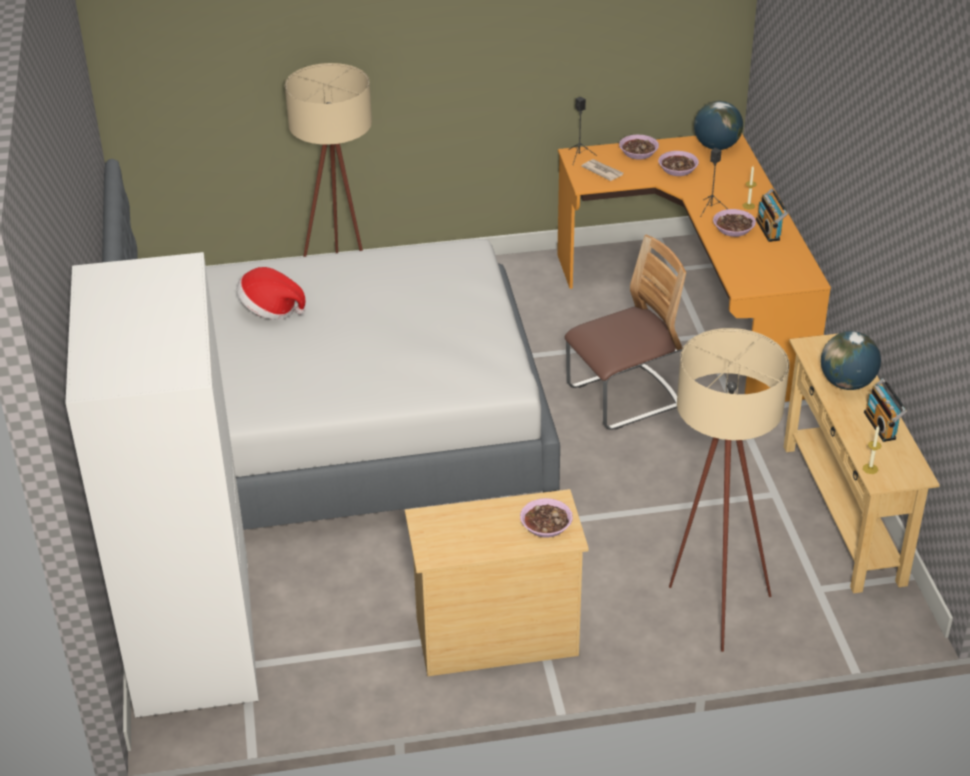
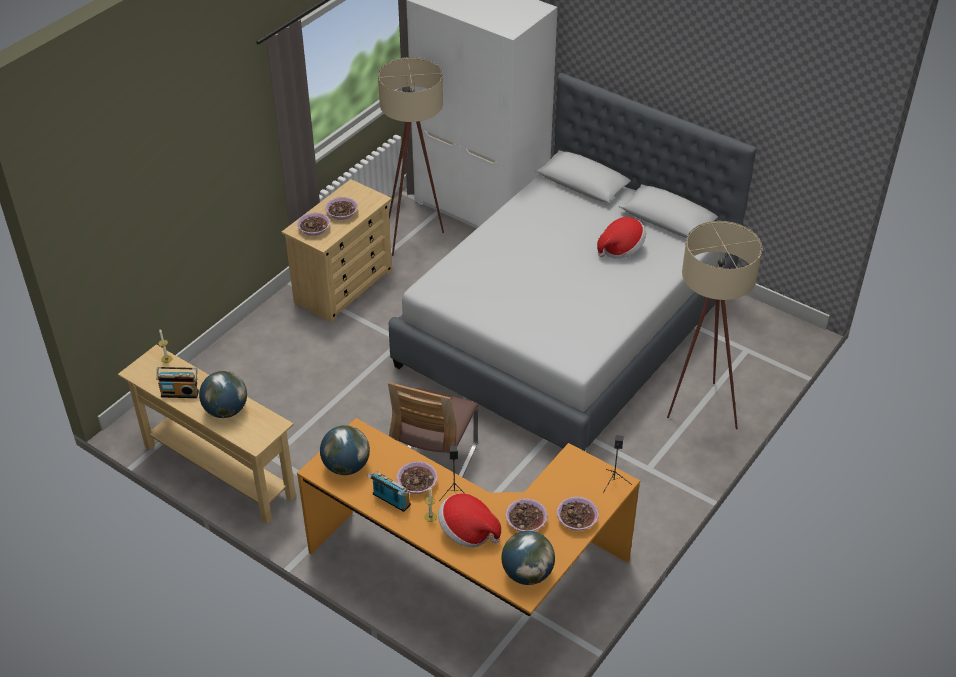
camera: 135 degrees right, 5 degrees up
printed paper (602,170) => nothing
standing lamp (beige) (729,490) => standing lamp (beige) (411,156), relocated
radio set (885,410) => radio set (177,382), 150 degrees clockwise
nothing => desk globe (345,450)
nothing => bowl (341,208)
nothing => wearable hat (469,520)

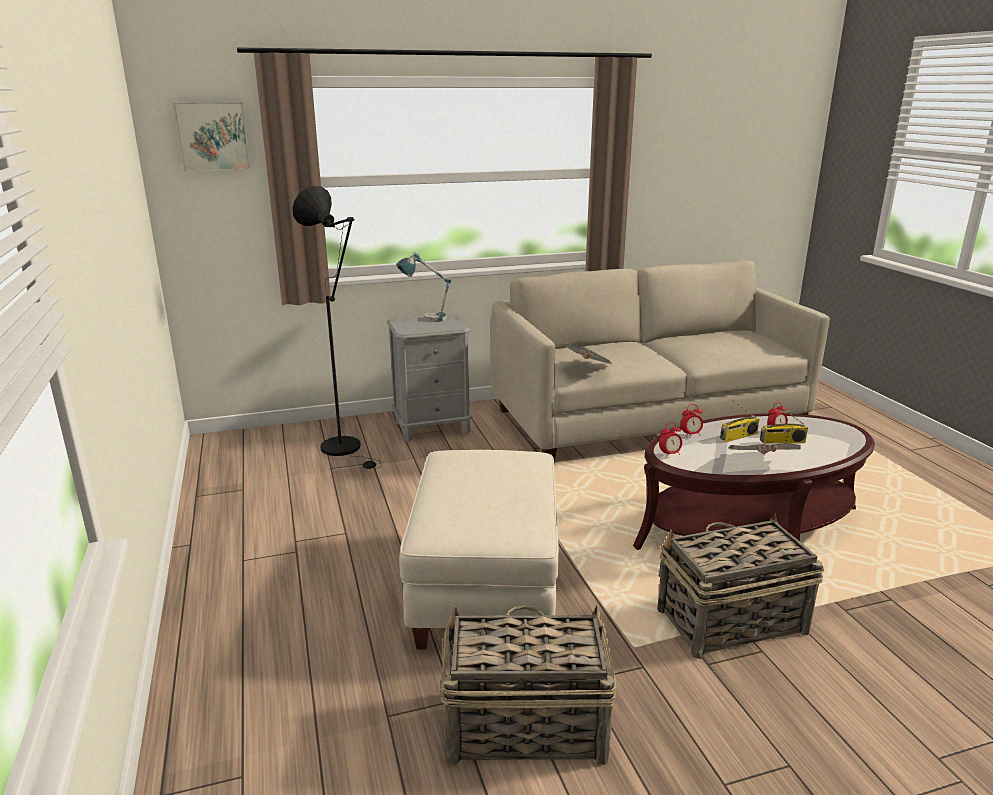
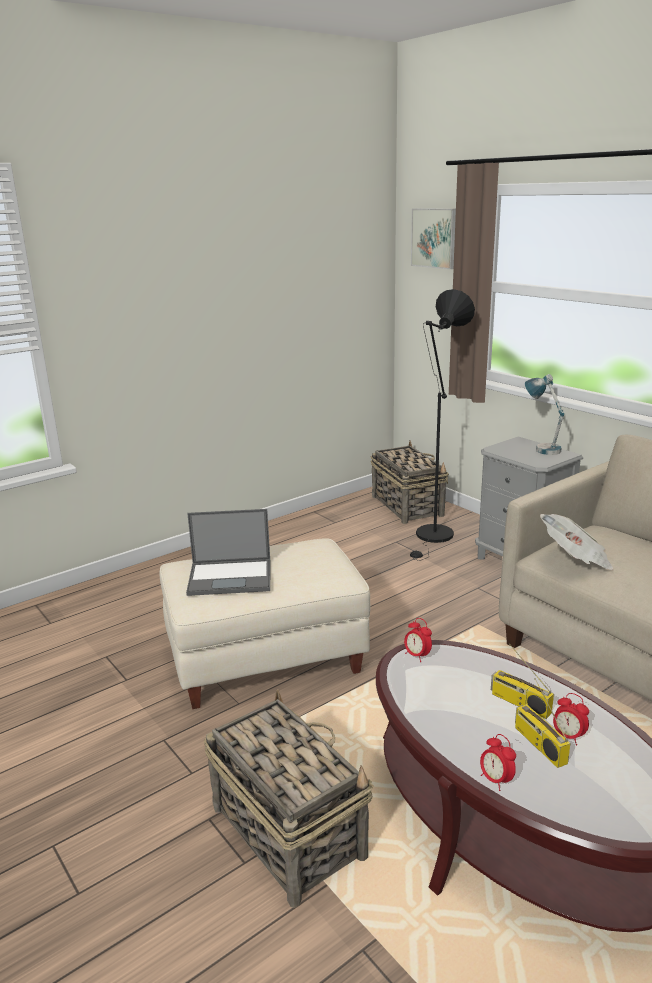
camera: 70 degrees right, 0 degrees up
basket (529,685) => basket (410,482), relocated
bedside clock (692,420) => bedside clock (498,762), relocated
printed paper (764,448) => nothing
nothing => portable computer (228,552)

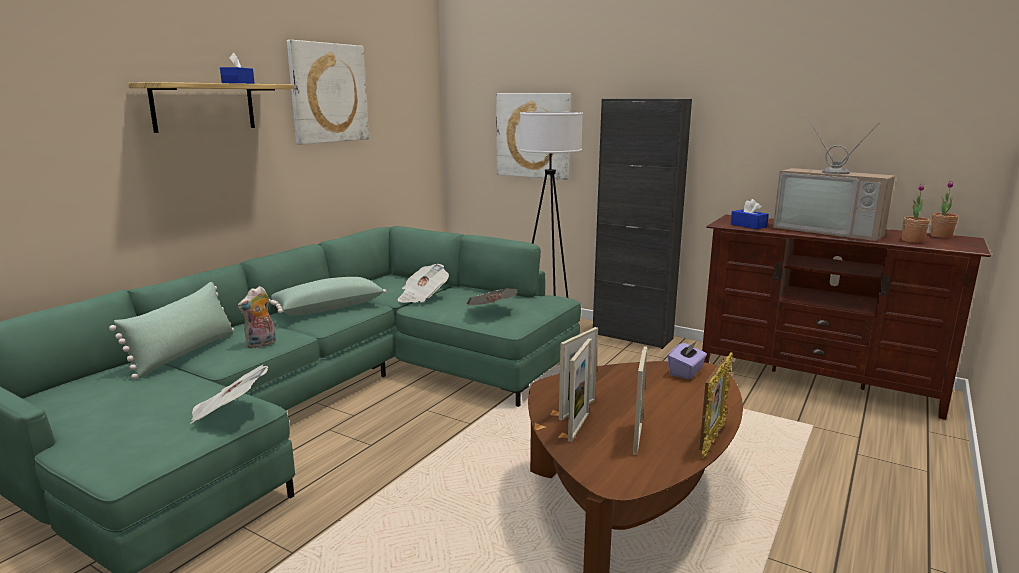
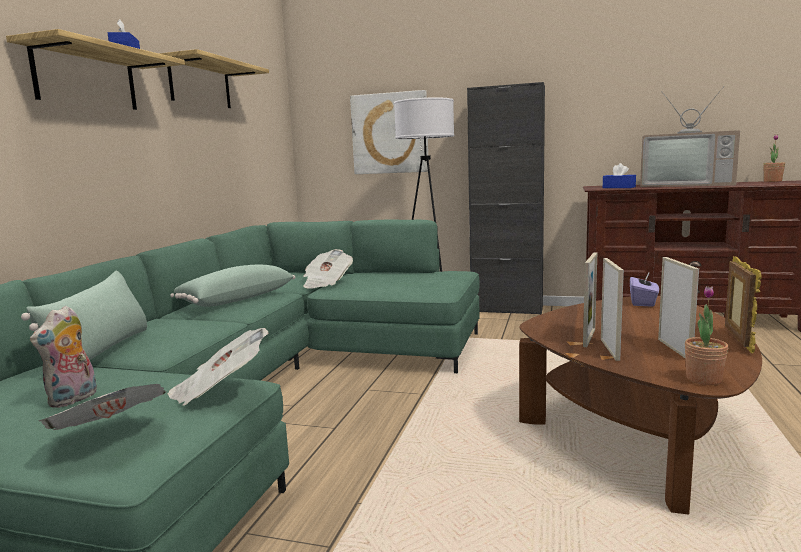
camera: 15 degrees left, 5 degrees down
soft toy (257,317) => soft toy (63,356), relocated
picture (328,92) => wall shelf (213,78)
printed paper (492,297) => printed paper (102,407), relocated
potted plant (916,213) => potted plant (707,335), relocated

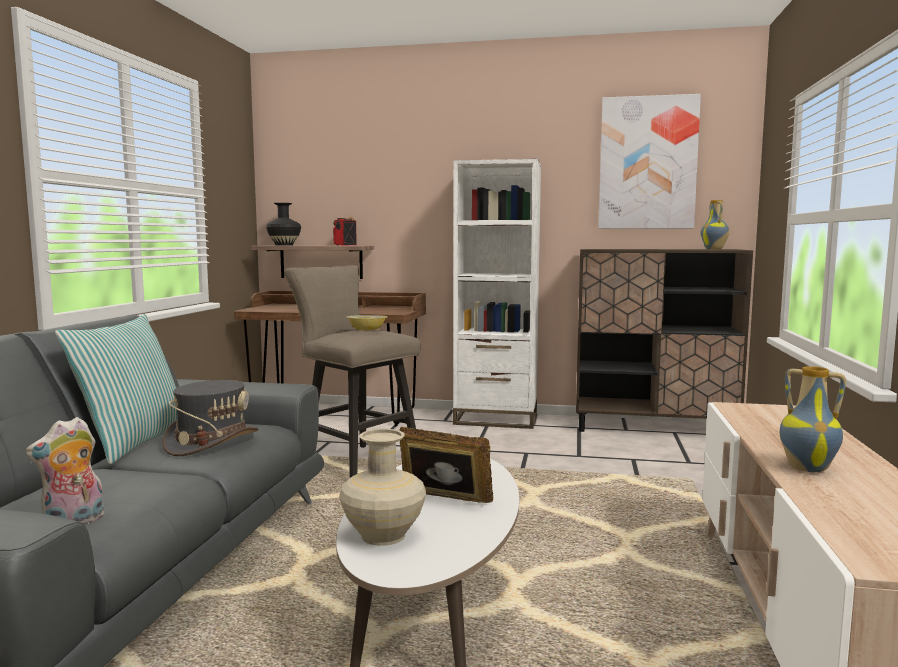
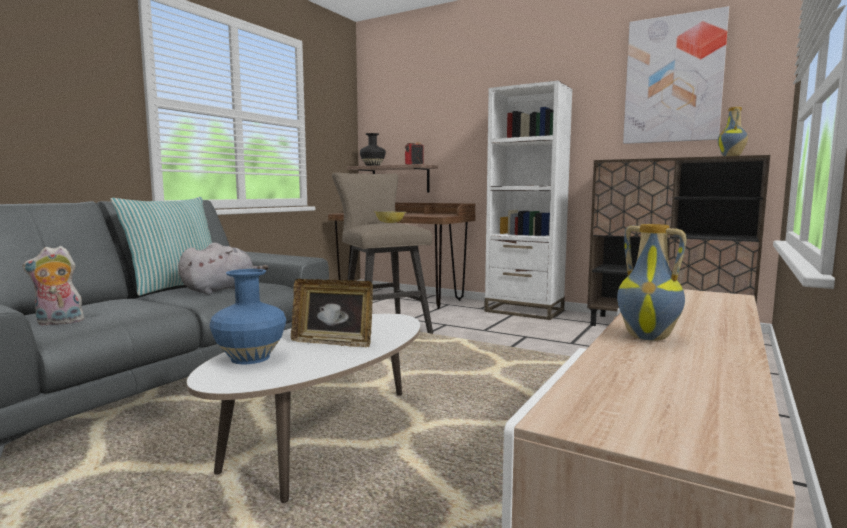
camera: 20 degrees right, 0 degrees up
wearable hat (greyish) (210,418) => soft toy (greyish) (223,269)
vase (beige) (382,487) => vase (bluish) (247,316)
standing frame (446,465) => standing frame (332,313), 150 degrees clockwise

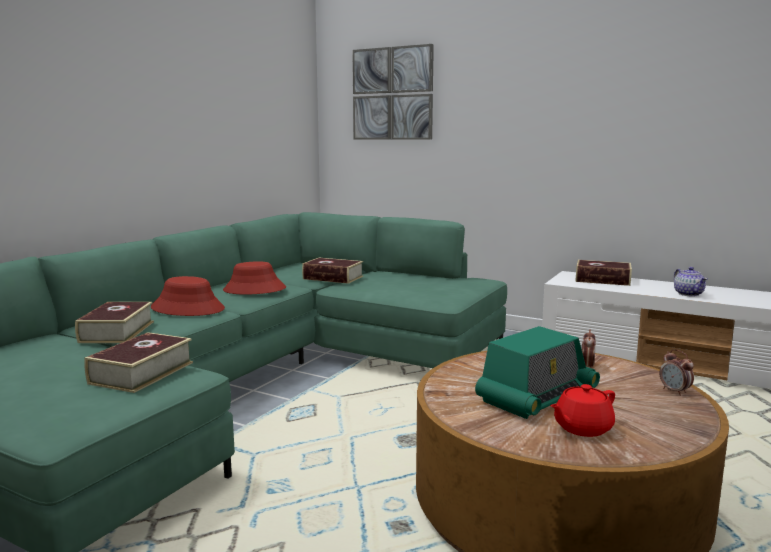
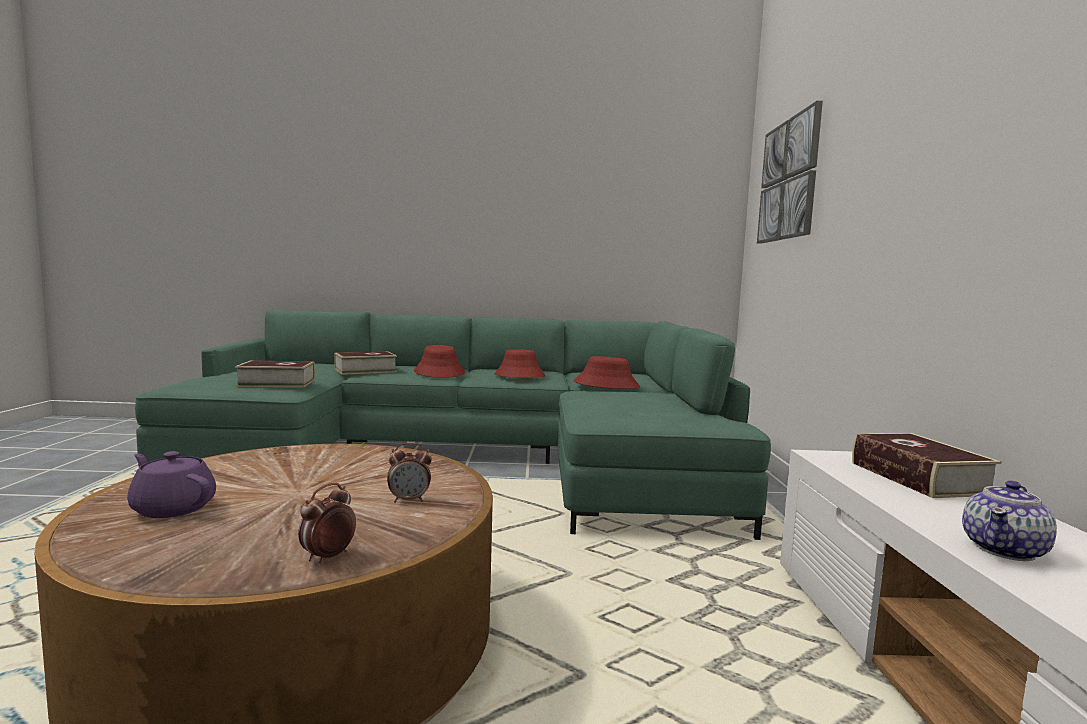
camera: 60 degrees right, 5 degrees down
volume (332,271) => wearable hat (red) (606,372)
radio set (537,372) => nothing
pot for tea (red) (582,410) => pot for tea (purple) (171,484)

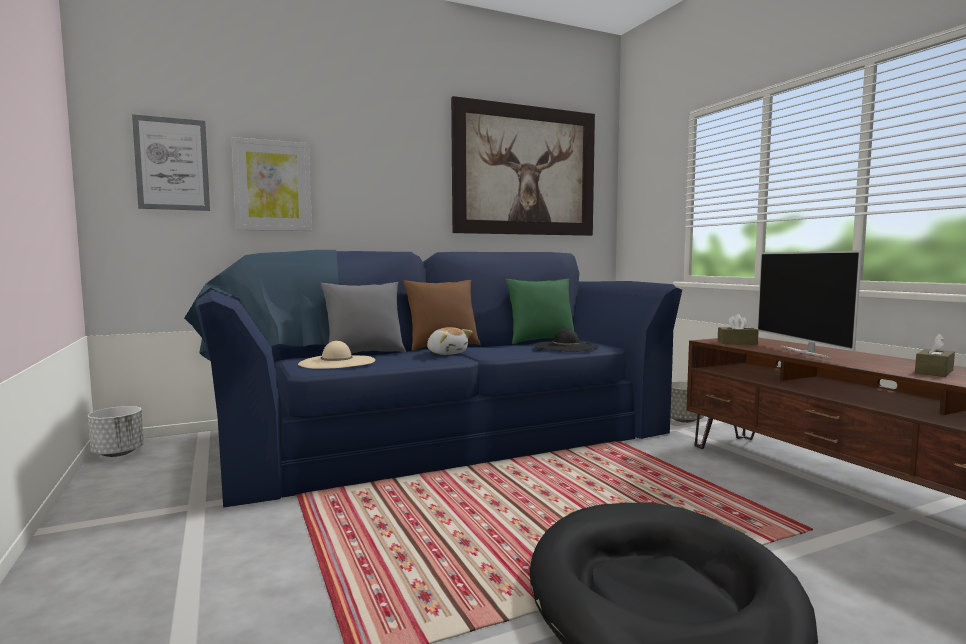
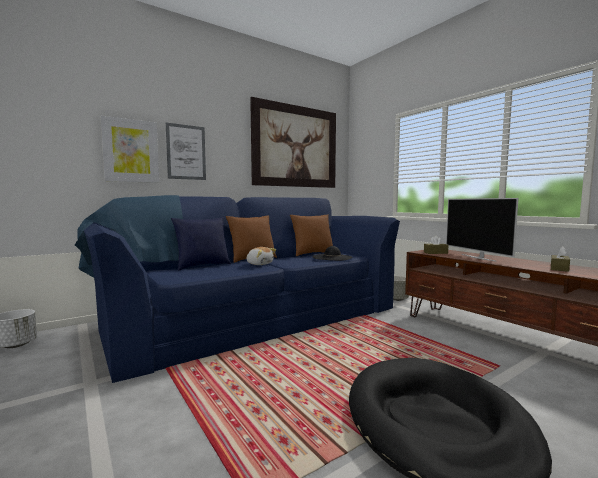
camera: 10 degrees left, 0 degrees up
picture (171,162) => picture (186,151), relocated
wearable hat (beige) (336,355) => nothing
cushion (greyish) (363,317) => cushion (bluish) (201,243)
cushion (green-coloured) (539,311) => cushion (brown) (311,235)

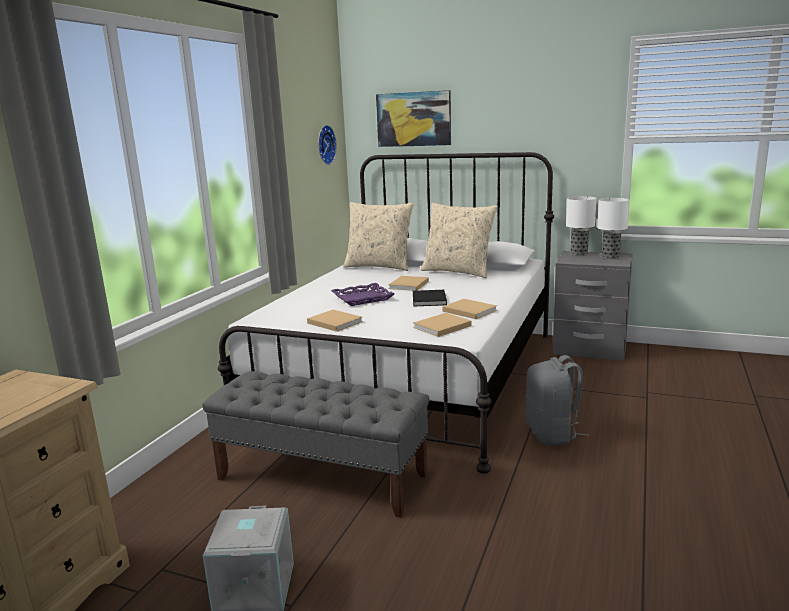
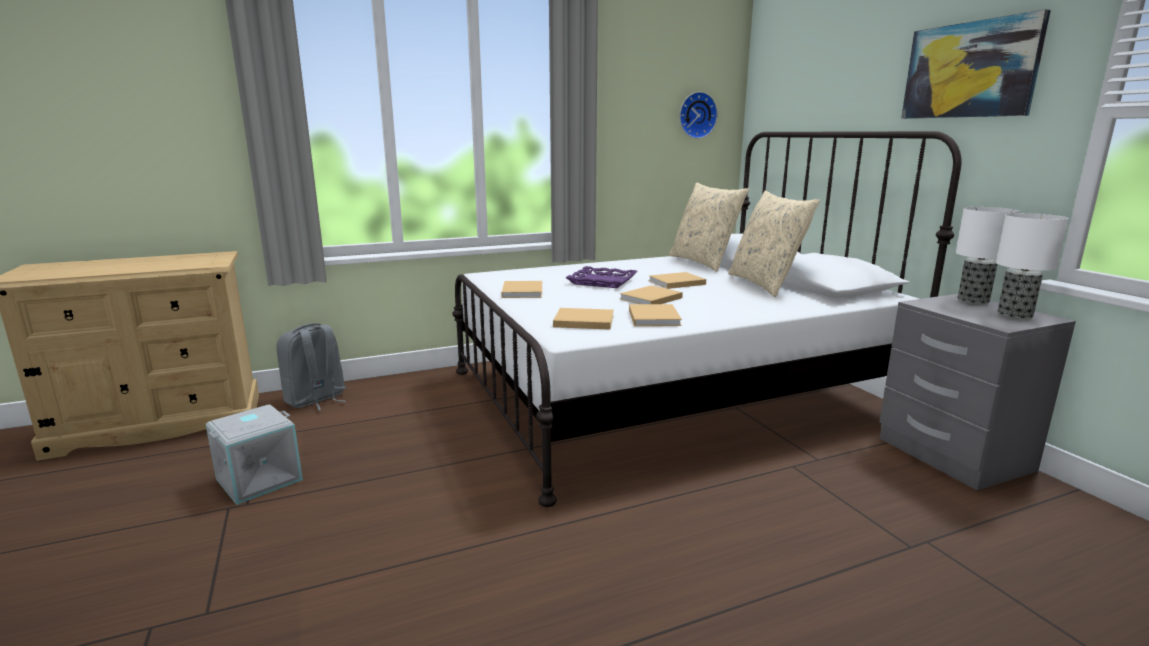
camera: 45 degrees right, 0 degrees up
long seat (greyish) (315,444) => nothing
picture (413,118) => picture (976,64), relocated
volume (black-coloured) (430,298) => volume (beige) (651,294)
backpack (greyish) (557,400) => backpack (greyish) (311,367), relocated

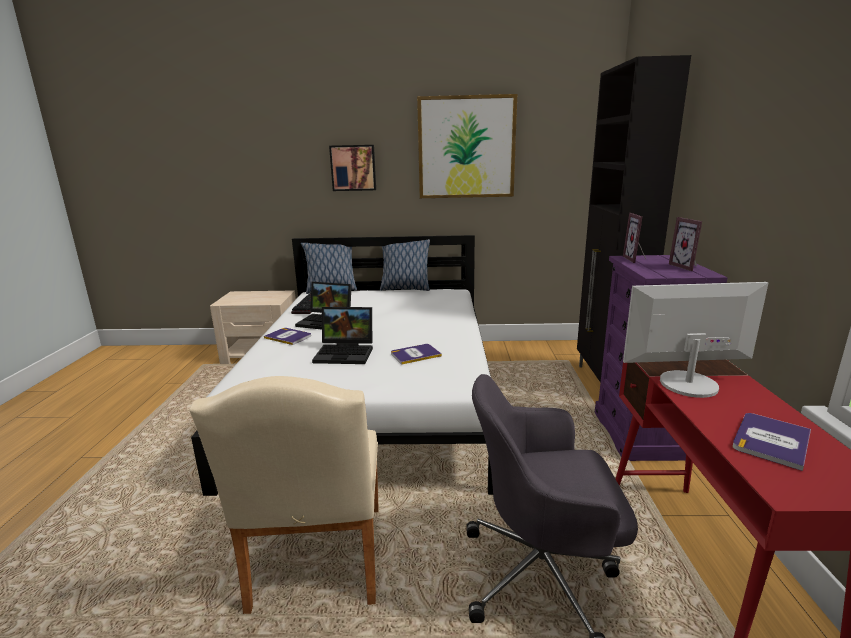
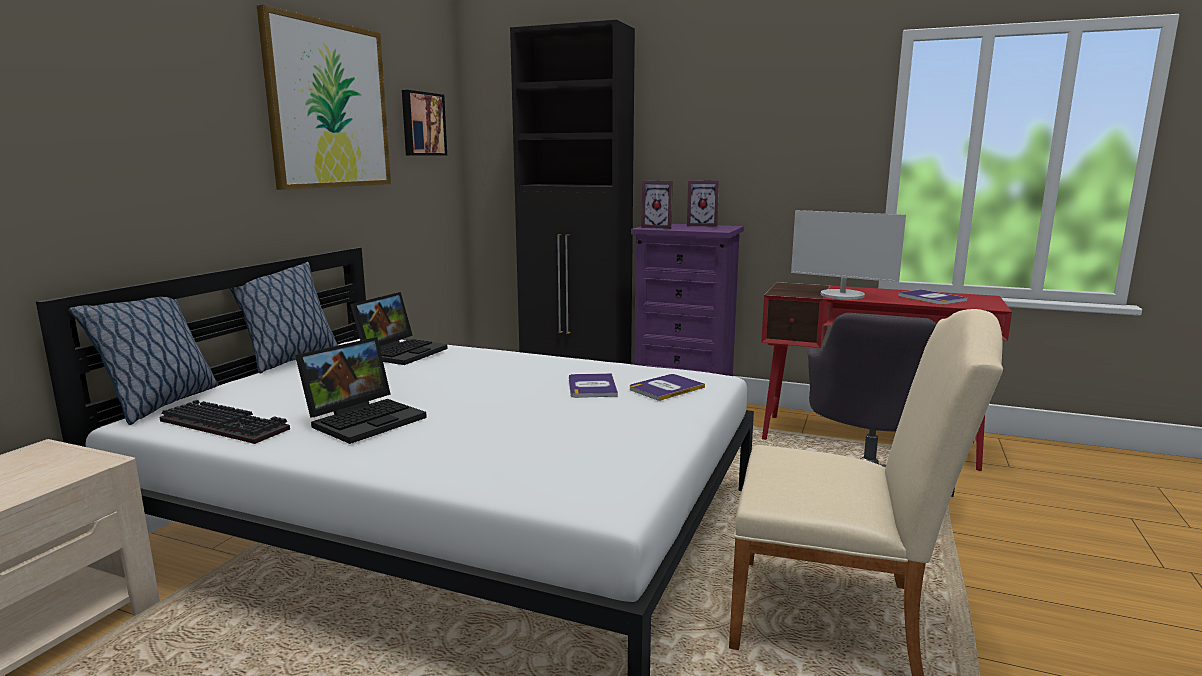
camera: 70 degrees left, 5 degrees down
volume (287,336) => volume (667,387), relocated
portable computer (342,335) => portable computer (399,328), relocated
picture (352,168) => picture (424,123), relocated
computer screen (695,340) => computer screen (848,254), 75 degrees counterclockwise

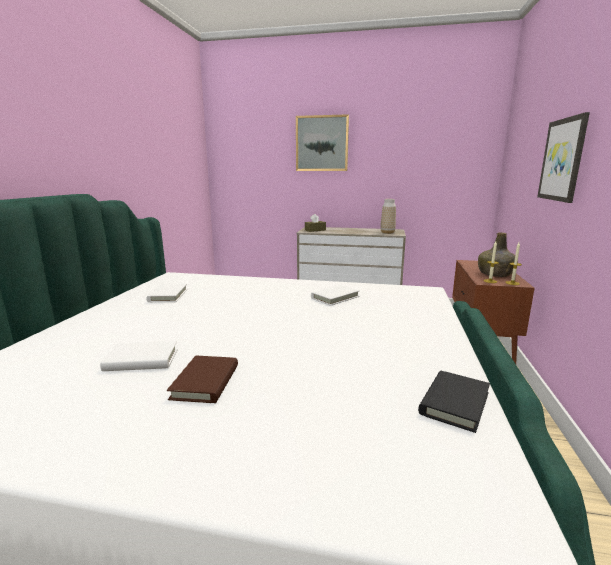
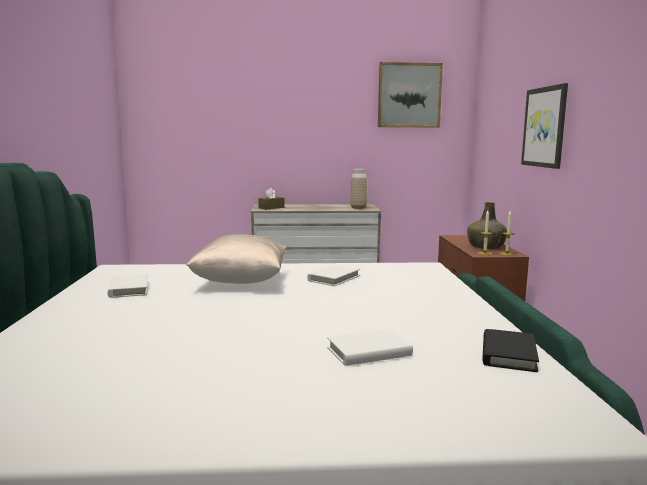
camera: 15 degrees left, 5 degrees down
volume (white) (139,356) => volume (white) (370,347), relocated
volume (brown) (202,379) => nothing
picture (322,142) => picture (410,95), relocated
nothing => cushion (beige) (236,259)

